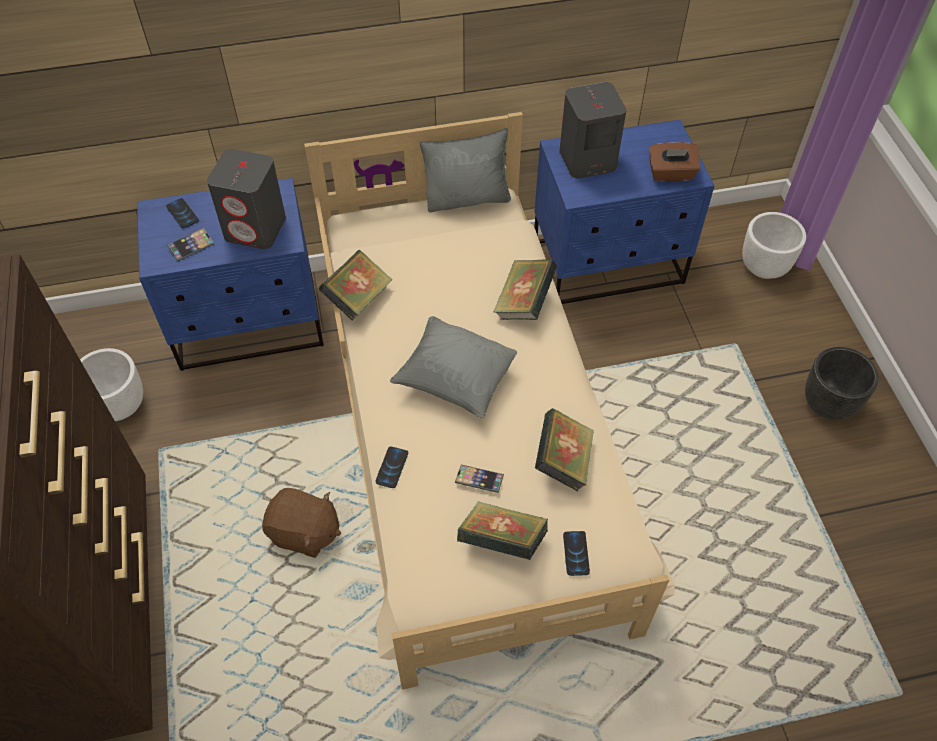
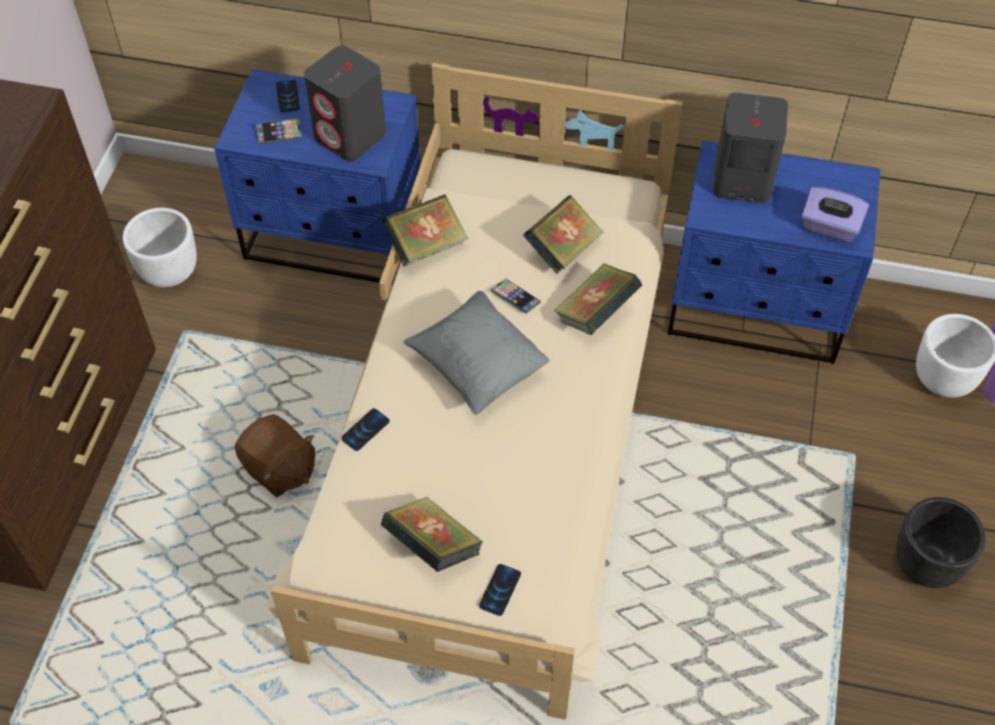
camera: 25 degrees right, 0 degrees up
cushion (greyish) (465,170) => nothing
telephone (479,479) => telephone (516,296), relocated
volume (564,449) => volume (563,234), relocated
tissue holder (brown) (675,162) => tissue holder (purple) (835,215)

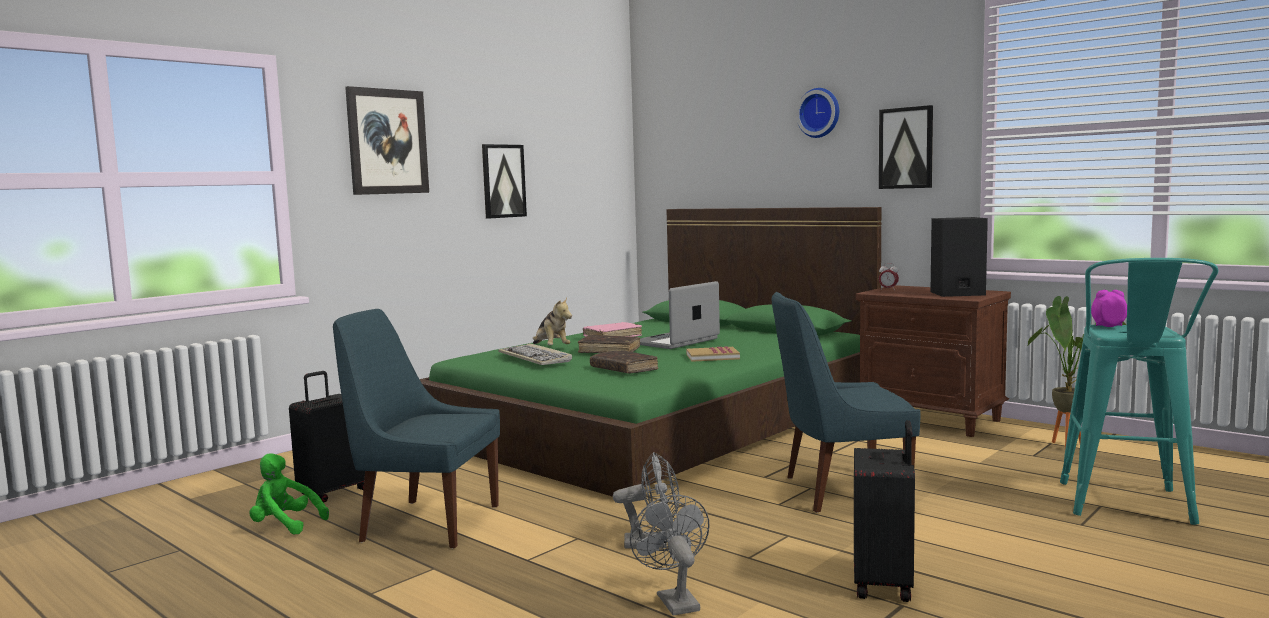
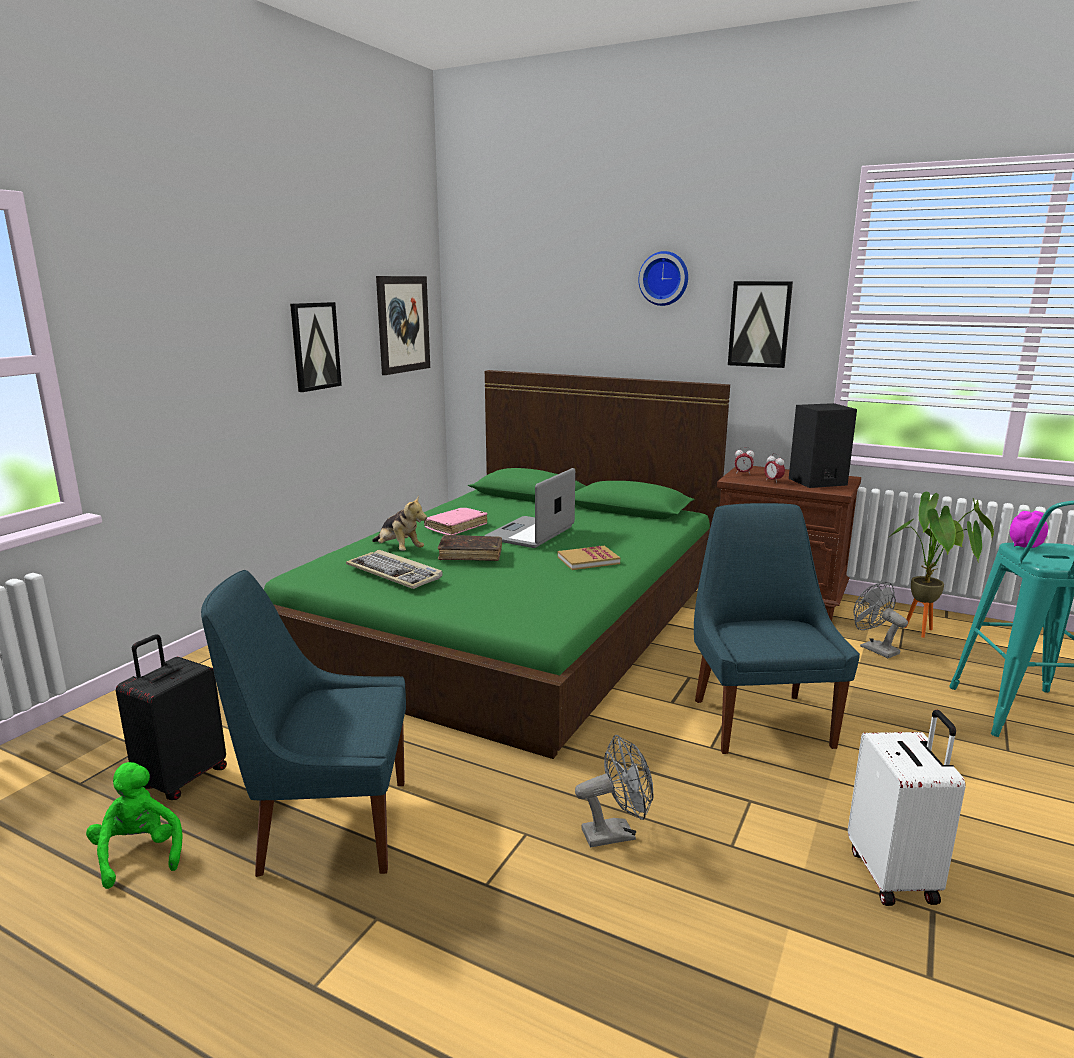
camera: 15 degrees left, 10 degrees up
soft toy (green-coloured) (289,494) => soft toy (green-coloured) (134,825), 60 degrees clockwise
picture (387,140) => picture (403,325), relocated
volume (brown) (624,362) => nothing
cooling fan (greyish) (669,555) => cooling fan (greyish) (880,620), relocated
plain chair (bluish) (846,402) => plain chair (bluish) (777,628), 105 degrees clockwise
travel case (black-coloured) (884,511) => travel case (white) (907,808)
nothing => bedside clock (774,468)

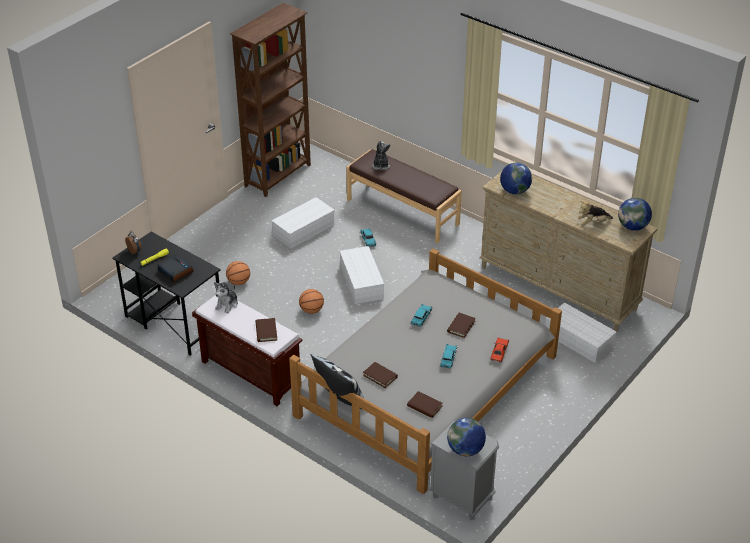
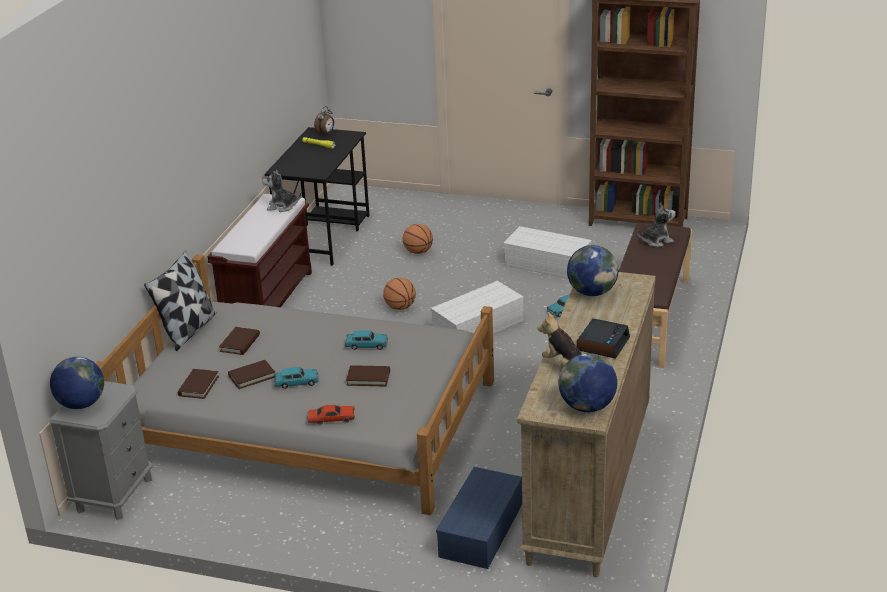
camera: 70 degrees right, 10 degrees down
bedside clock (175,269) => bedside clock (603,339), relocated
volume (brown) (266,330) => volume (brown) (251,374), relocated
storage container (white) (581,332) => storage container (bluish) (479,518)

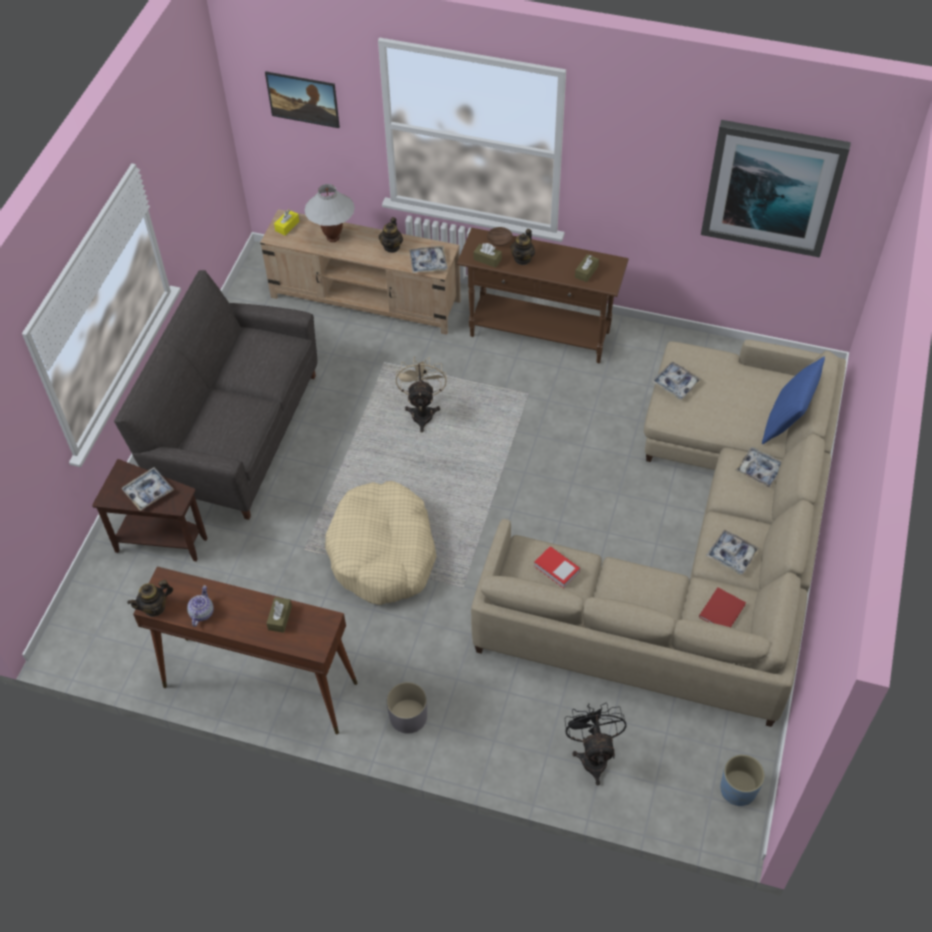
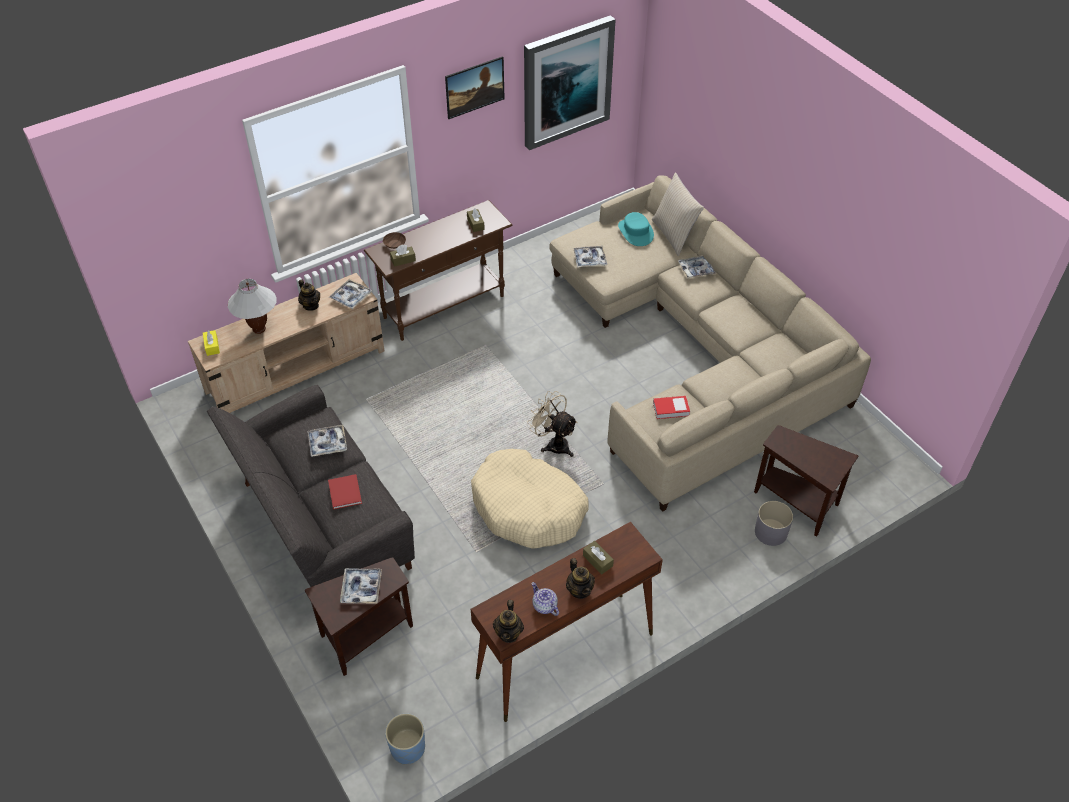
camera: 50 degrees left, 5 degrees down
picture (302,99) => picture (475,87), relocated
plant pot (greyish) (407,708) => plant pot (greyish) (774,523), relocated
cooling fan (beige) (421,394) => cooling fan (beige) (552,424), relocated
pot for tea (522,247) => pot for tea (580,578), relocated
cooling fan (black-coloured) (595,744) => end table (brown) (806,481)
volume (red) (722,607) => volume (red) (345,492), relocated
tray (733,552) => tray (327,441), relocated
plant pot (bluish) (742,780) => plant pot (bluish) (405,739), relocated
cushion (bluish) (793,400) => cushion (beige) (678,214)
nothing => wearable hat (turquoise-coloured) (636,229)

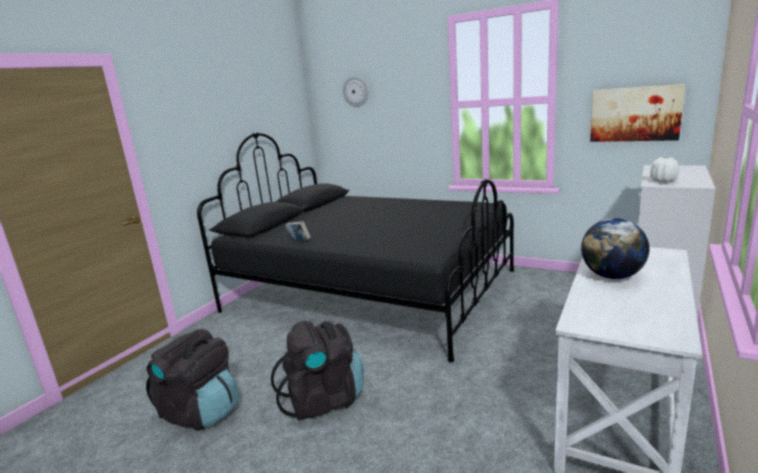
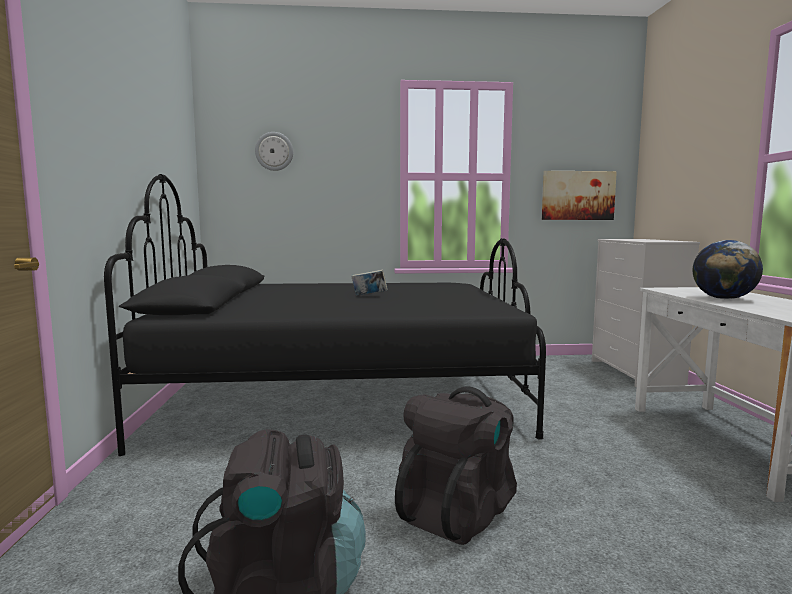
camera: 35 degrees left, 10 degrees down
volume (297,230) => volume (369,282), relocated
vase (white) (664,169) => nothing

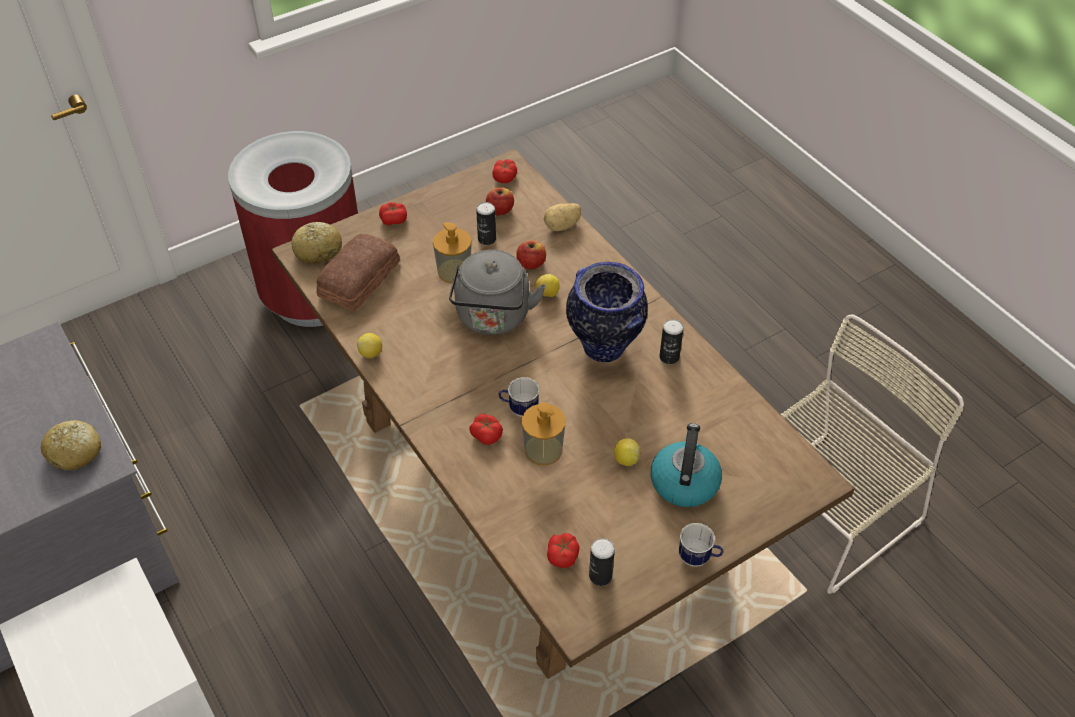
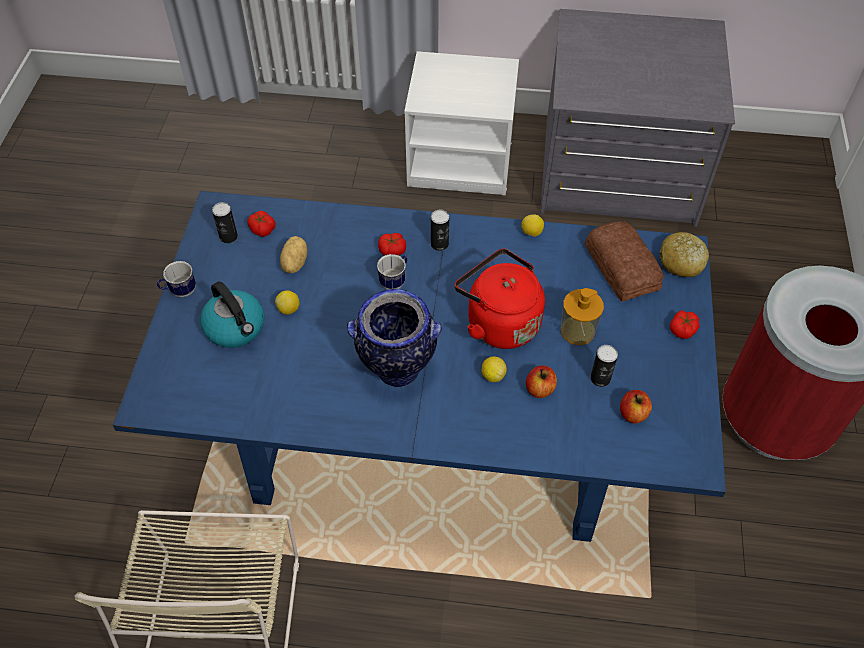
camera: 130 degrees right, 5 degrees up
bakery bread (71,445) => nothing
kitchen table (brown) (563,414) => kitchen table (bluish) (419,366)
water kettle (greyish) (497,292) => water kettle (red) (500,299)
whole tomato (504,171) => nothing
liquid soap bottle (544,434) => nothing
whole potato (562,217) => whole potato (294,254), relocated
metal can (671,341) => metal can (440,230), relocated

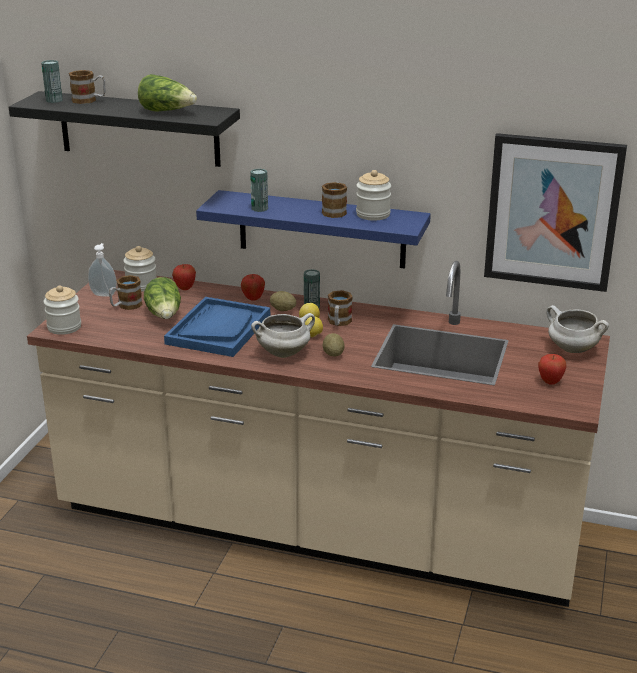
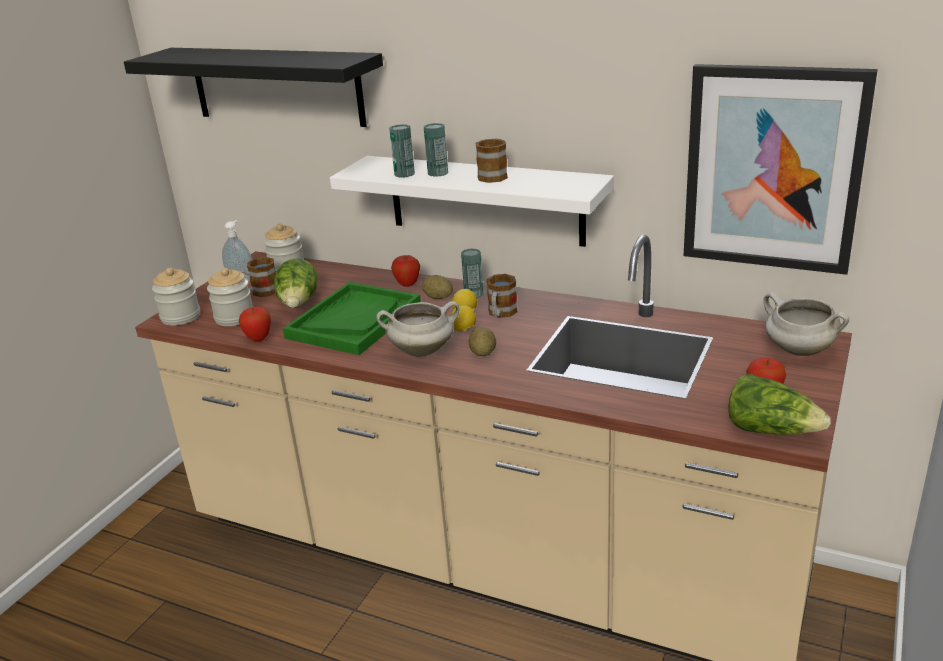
camera: 10 degrees right, 0 degrees up
metal can (52,81) => metal can (436,150), relocated
mug (87,87) => nothing
lettuce (167,92) => lettuce (780,404), relocated
tray (bluish) (217,327) => tray (green-coloured) (352,318)
apple fruit (184,277) => apple fruit (255,324), relocated
wall shelf (bluish) (313,229) => wall shelf (white) (472,201)
storage jar (373,195) => storage jar (230,297), relocated

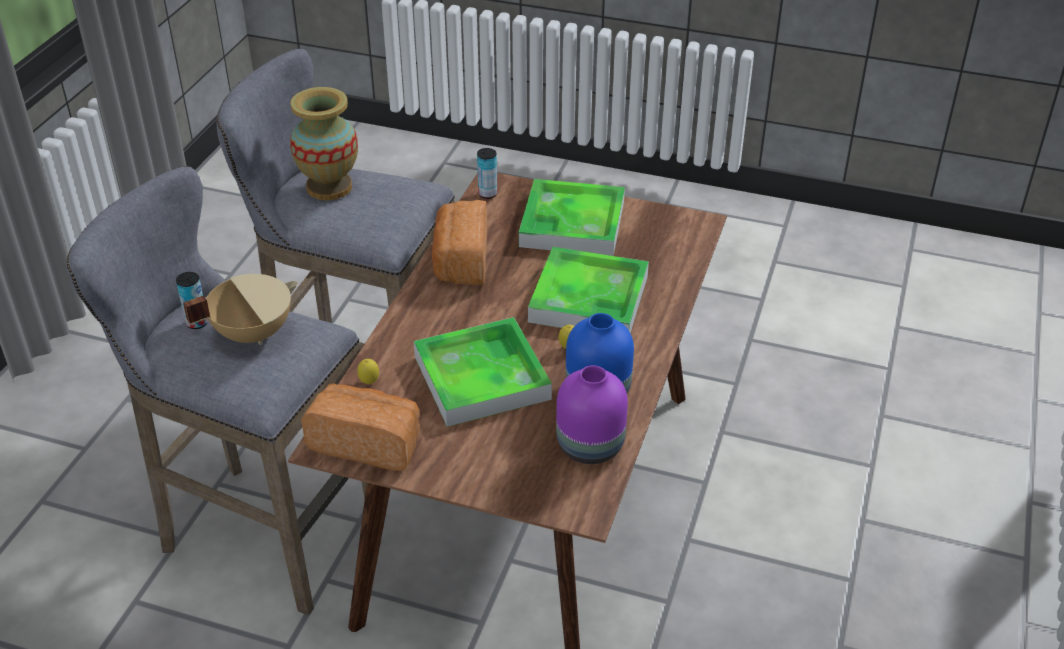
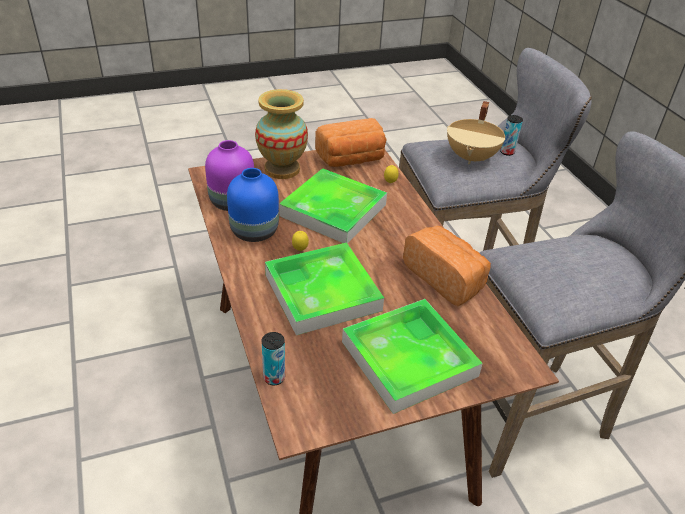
camera: 140 degrees right, 0 degrees up
vase (324,143) => vase (281,134), relocated
metal can (487,173) => metal can (273,359), relocated

